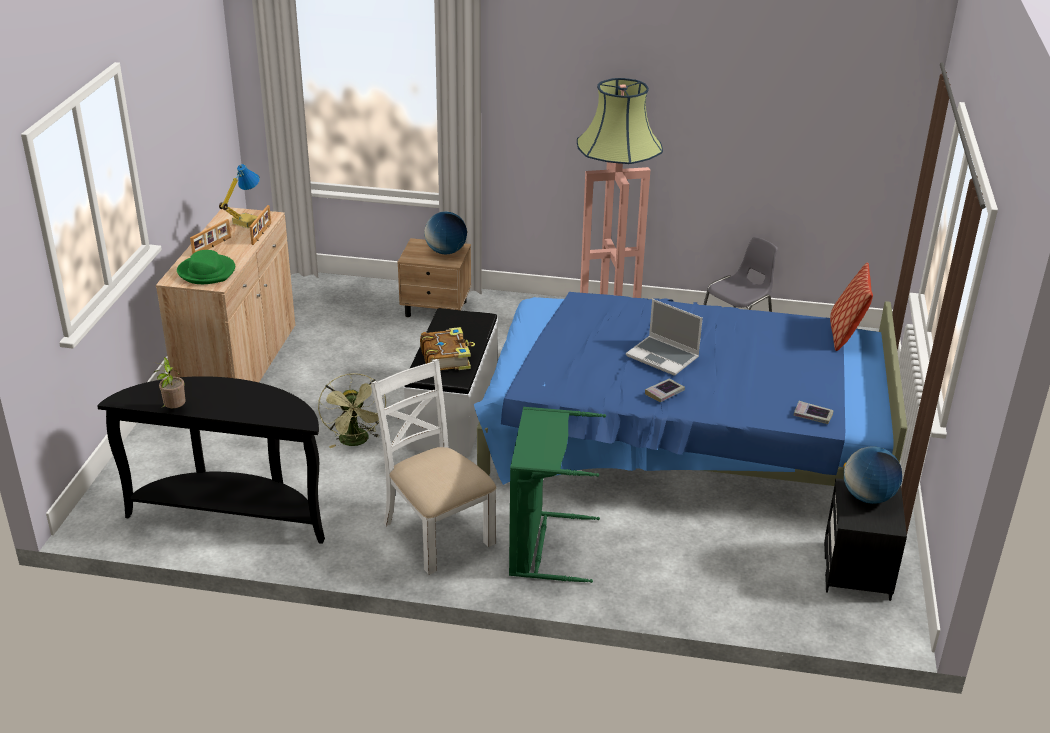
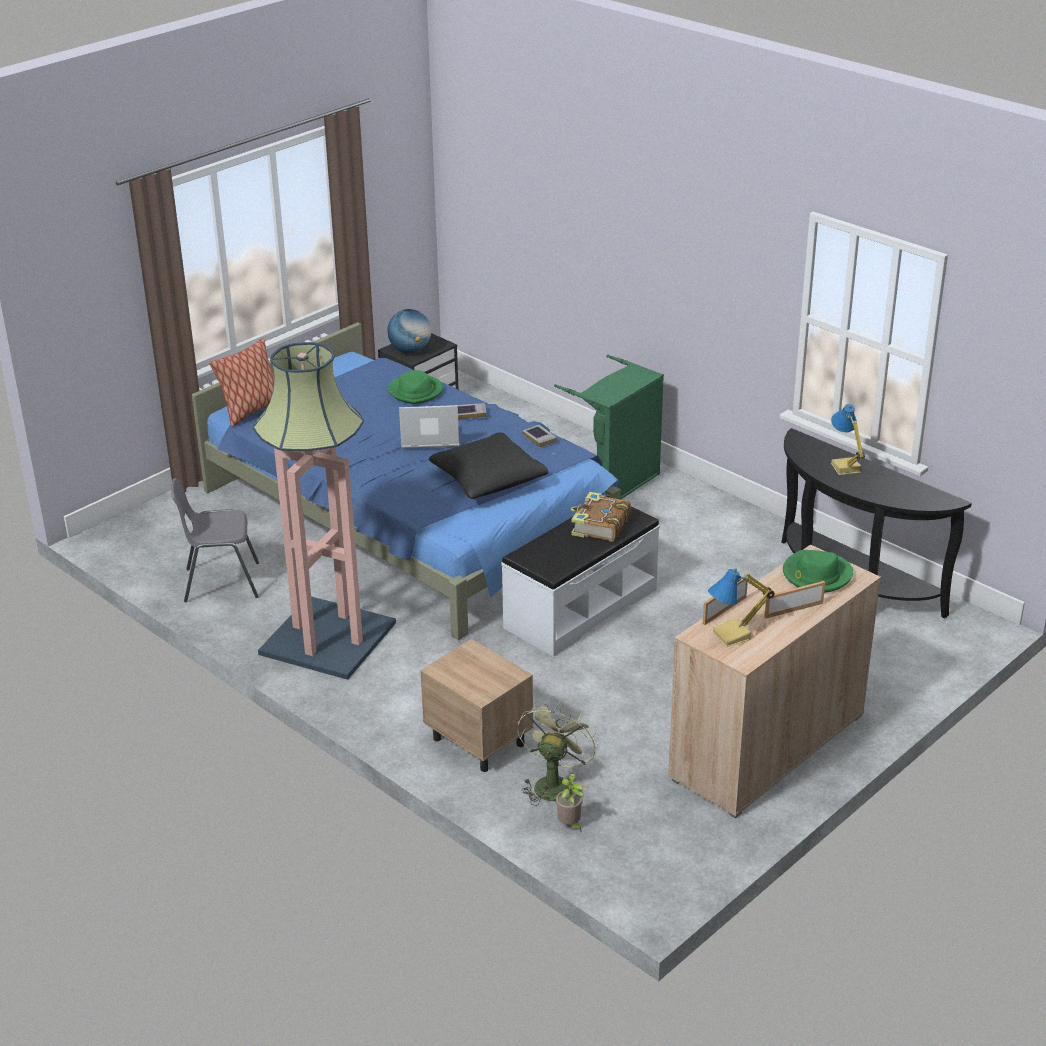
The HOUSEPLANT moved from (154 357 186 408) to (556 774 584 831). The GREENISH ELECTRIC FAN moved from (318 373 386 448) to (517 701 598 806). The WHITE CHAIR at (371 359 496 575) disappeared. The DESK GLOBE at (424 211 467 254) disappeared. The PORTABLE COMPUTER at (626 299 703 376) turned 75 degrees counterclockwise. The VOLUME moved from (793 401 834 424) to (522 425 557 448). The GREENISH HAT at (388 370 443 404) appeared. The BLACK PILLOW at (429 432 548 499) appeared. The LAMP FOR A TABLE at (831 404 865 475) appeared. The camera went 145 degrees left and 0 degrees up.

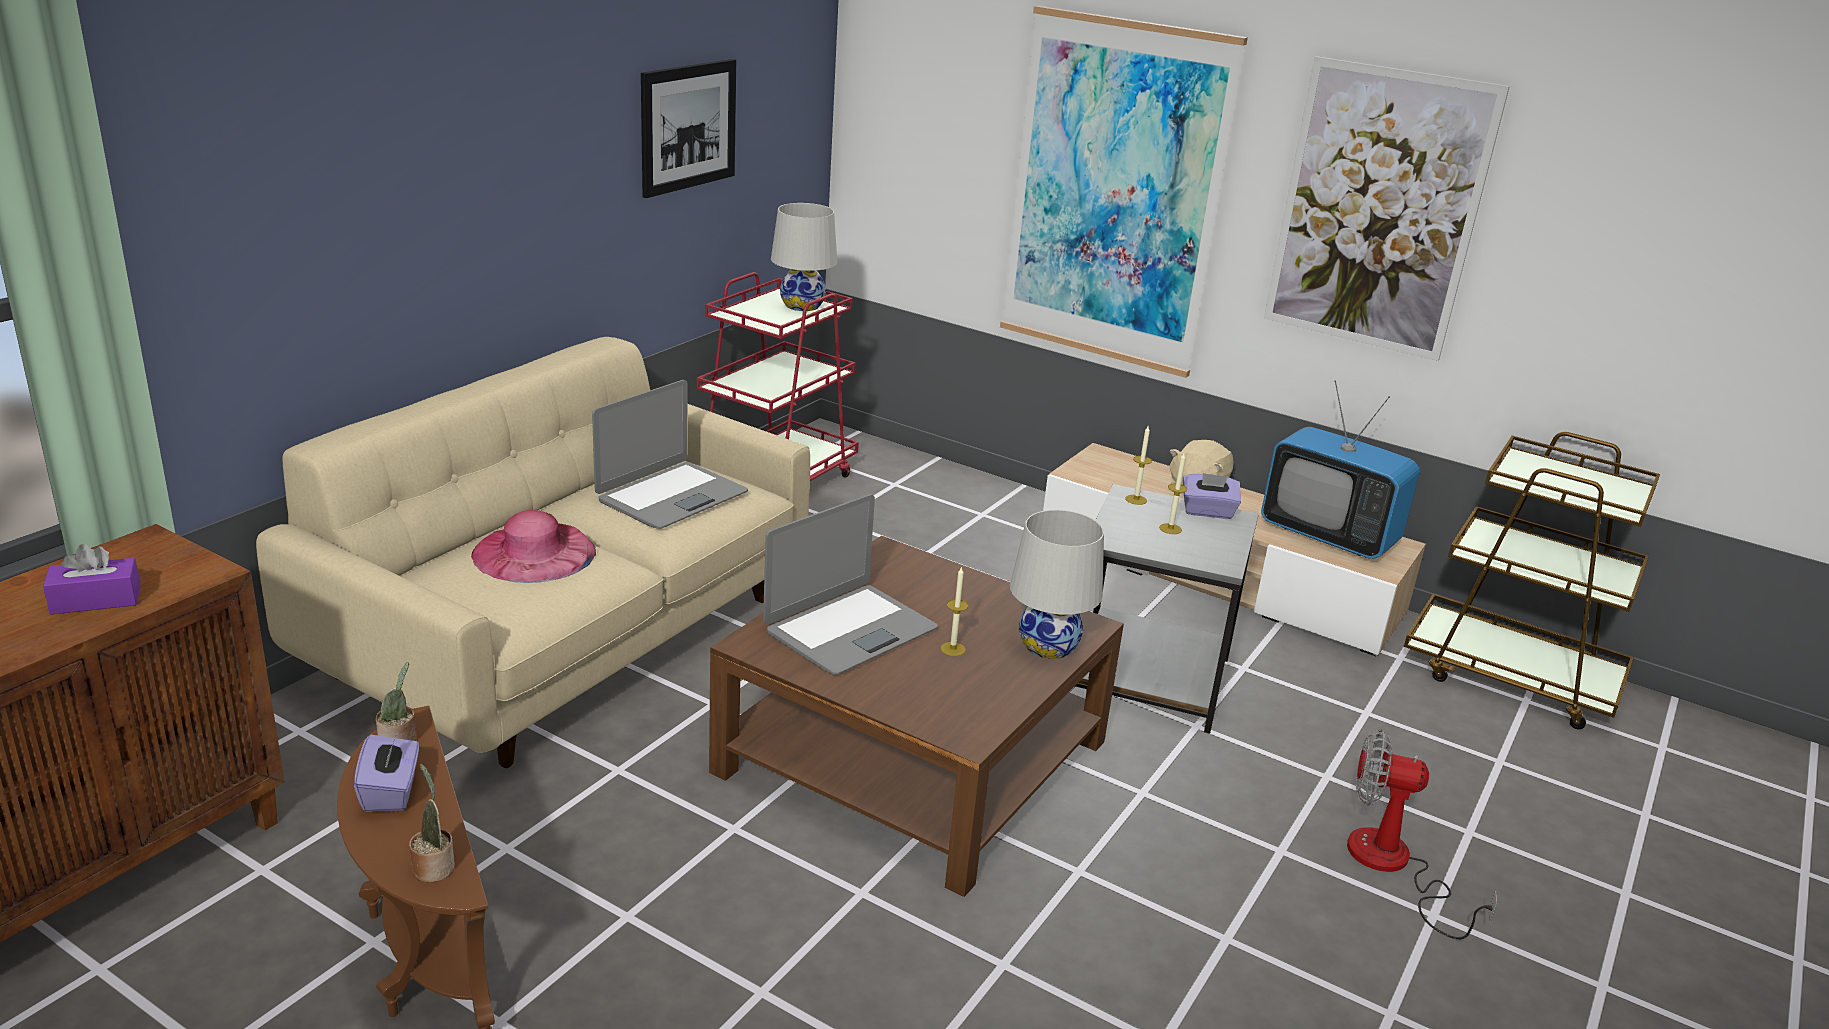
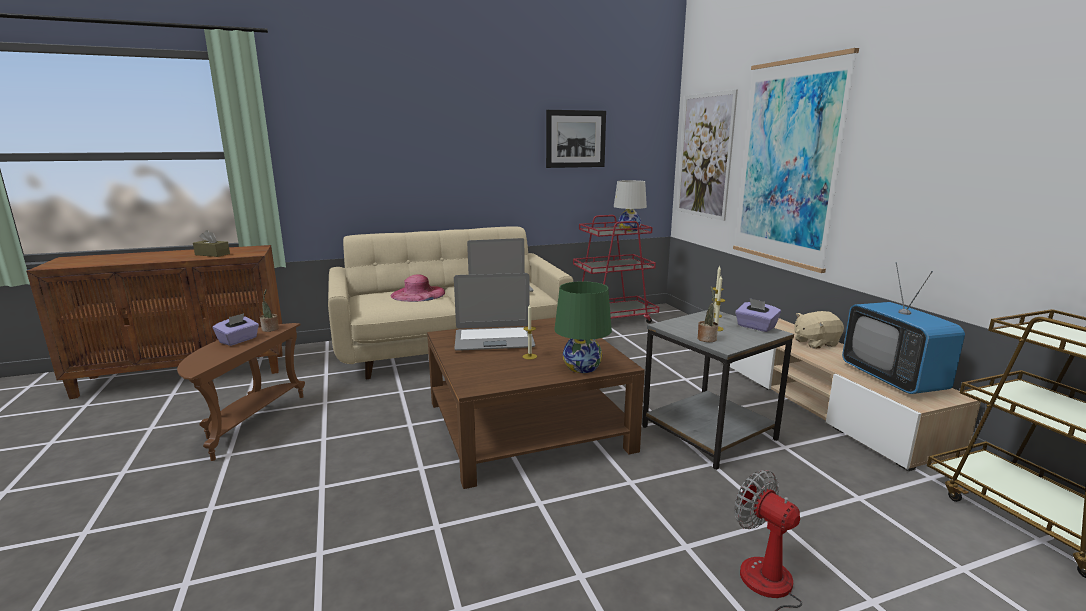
The PURPLISH BOX OF TISSUES at (43 544 141 615) became the BROWN BOX OF TISSUES at (193 230 230 257). The HOUSEPLANT moved from (409 764 455 882) to (697 286 718 342). The WHITE LAMP FOR A TABLE at (1010 510 1104 659) became the GREENISH LAMP FOR A TABLE at (554 281 612 373). The WALL ART moved from (1264 56 1510 361) to (677 90 738 221). The camera went 40 degrees right and 10 degrees down.

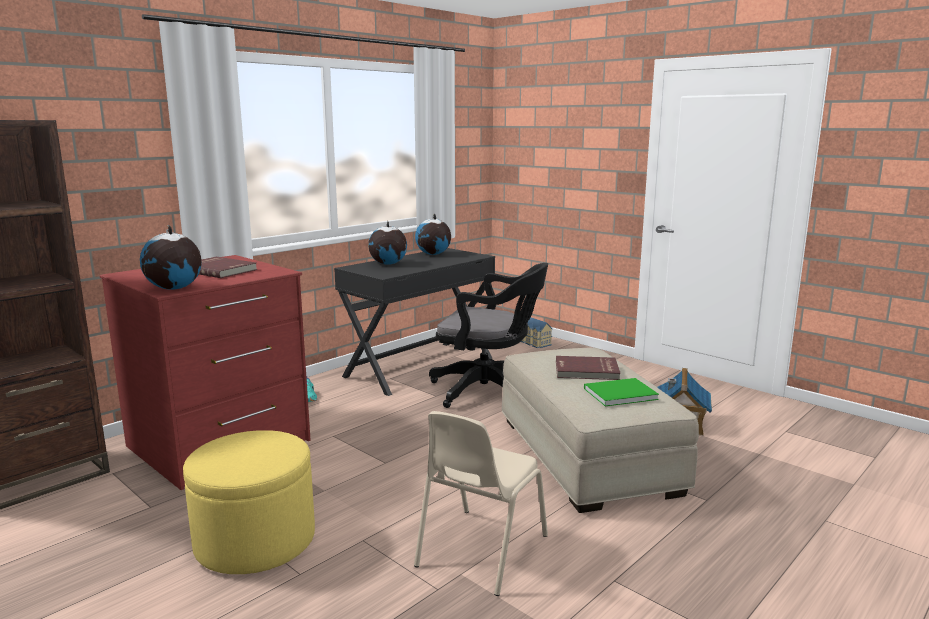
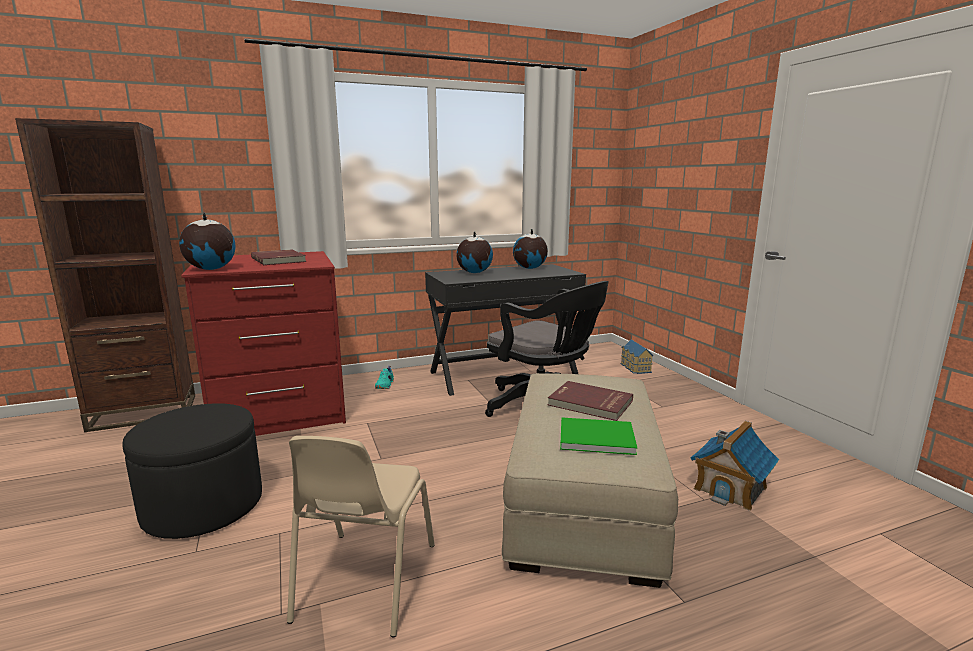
The YELLOW-COLOURED OTTOMAN at (183 430 315 574) became the BLACK OTTOMAN at (122 403 262 539). The BEIGE-COLOURED CHAIR at (414 411 548 596) turned 45 degrees counterclockwise. The camera went 25 degrees right and 0 degrees up.

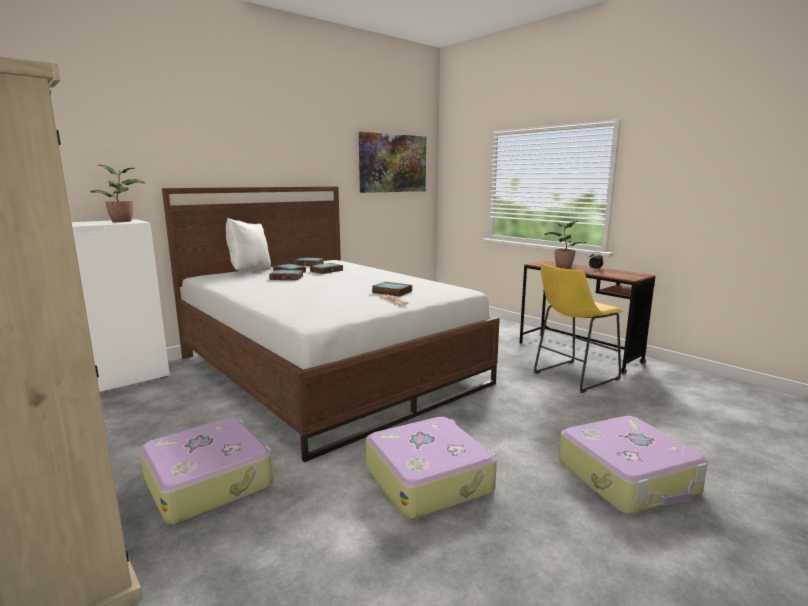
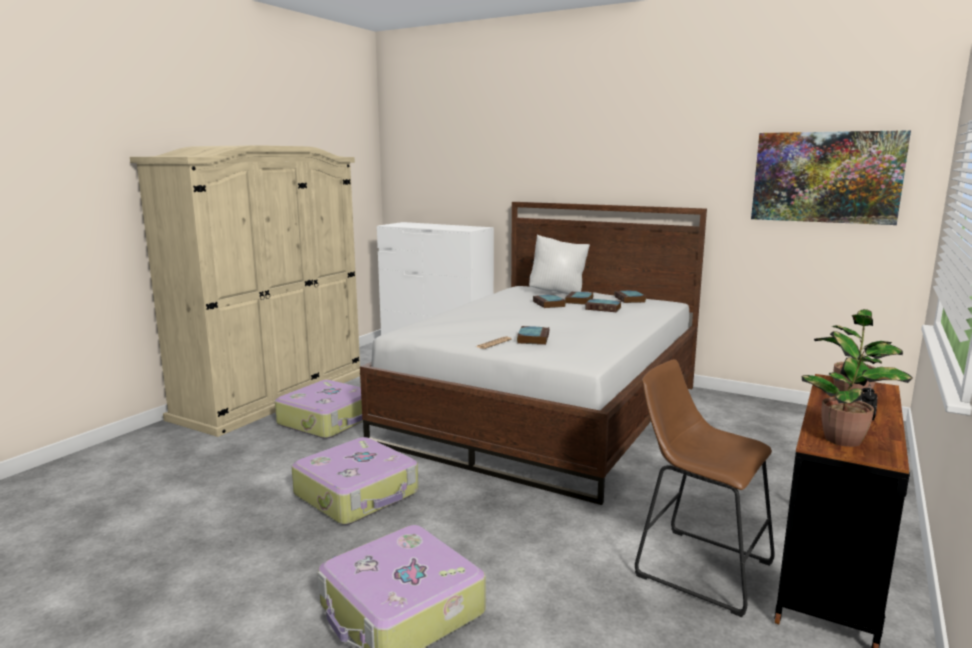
The HOUSEPLANT moved from (90 165 145 222) to (801 331 913 447). The YELLOW-COLOURED SITTING STOOL at (534 264 623 393) became the BROWN SITTING STOOL at (635 359 775 617). The camera went 70 degrees right and 0 degrees up.

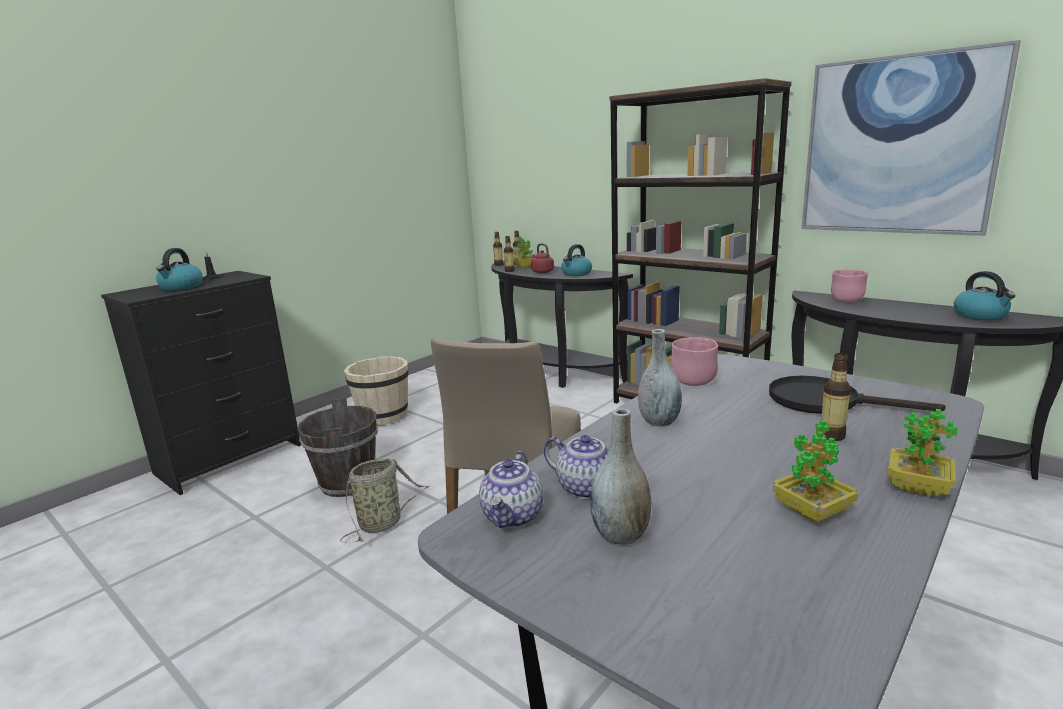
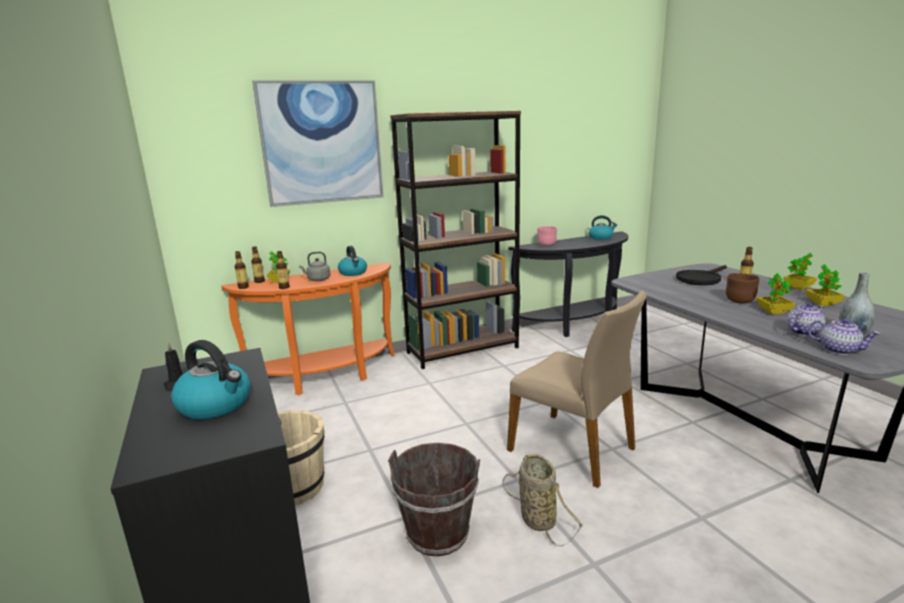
The BLACK HALL TABLE at (491 261 633 388) became the ORANGE-COLOURED HALL TABLE at (221 262 395 395). The REDDISH WATER KETTLE at (531 243 554 273) became the GRAY WATER KETTLE at (299 252 331 281). The GRAY DECORATIVE VASE at (638 329 682 427) disappeared. The PINKISH DEEP DISH at (671 337 718 386) disappeared. The WALL ART moved from (802 40 1021 236) to (252 80 383 207). The BROWN DEEP DISH at (726 273 760 304) appeared. The HOUSEPLANT at (757 273 795 314) appeared. The camera went 65 degrees left and 0 degrees up.

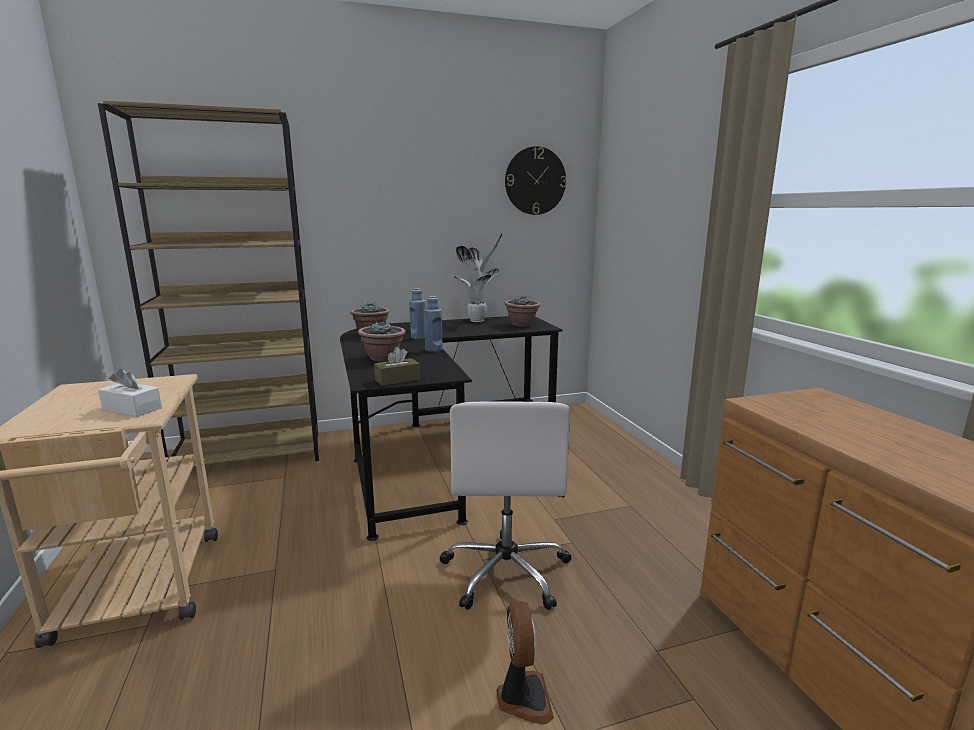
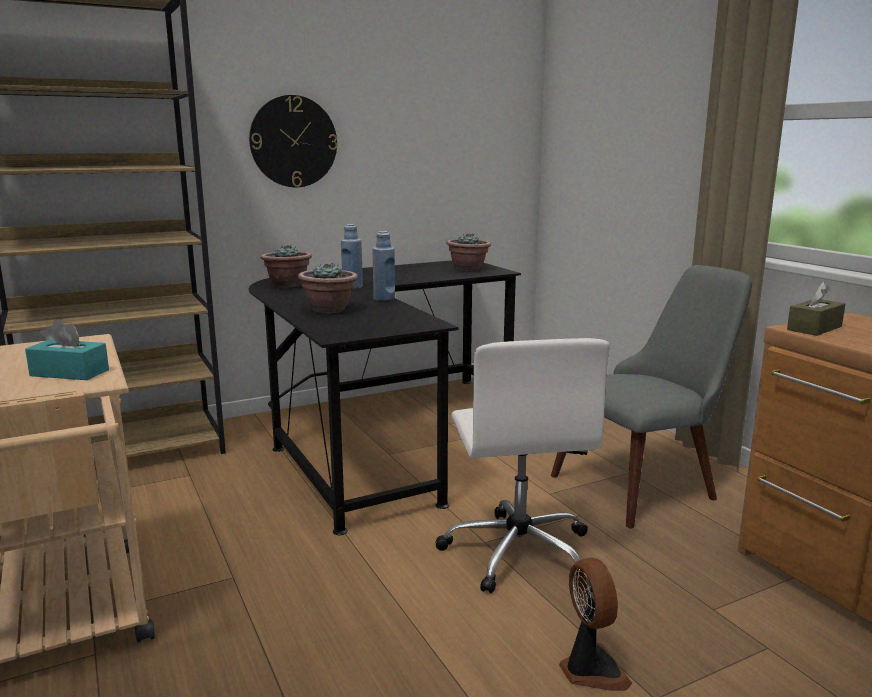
The WHITE BOX OF TISSUES at (98 368 162 417) became the TURQUOISE-COLOURED BOX OF TISSUES at (25 319 109 380). The BROWN BOX OF TISSUES moved from (374 347 420 386) to (787 282 845 336). The HOUSEPLANT at (451 233 502 322) disappeared. The HANGING CLOCK moved from (505 146 566 215) to (249 95 337 187). The GRAY CHAIR at (551 265 752 529) appeared. The camera went 10 degrees left and 0 degrees up.

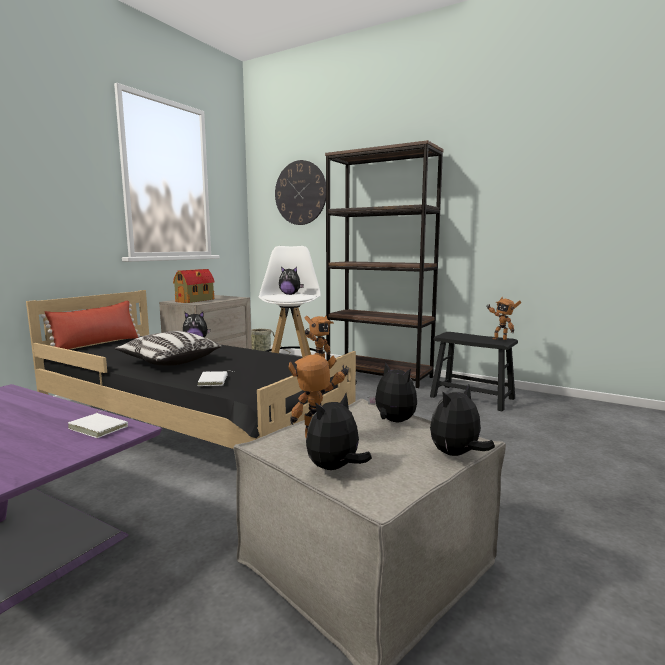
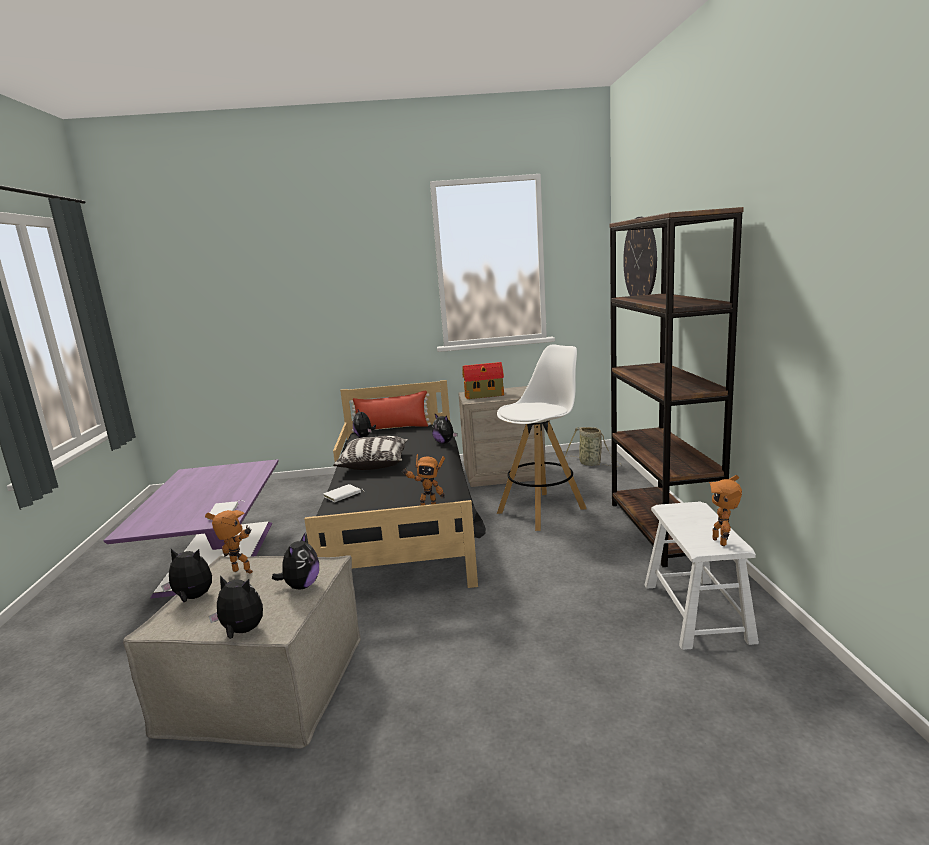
The CUDDLY TOY moved from (279 267 304 295) to (353 409 376 438). The BLACK SITTING STOOL at (430 332 518 411) became the WHITE SITTING STOOL at (645 502 759 650). The camera went 55 degrees right and 5 degrees up.

